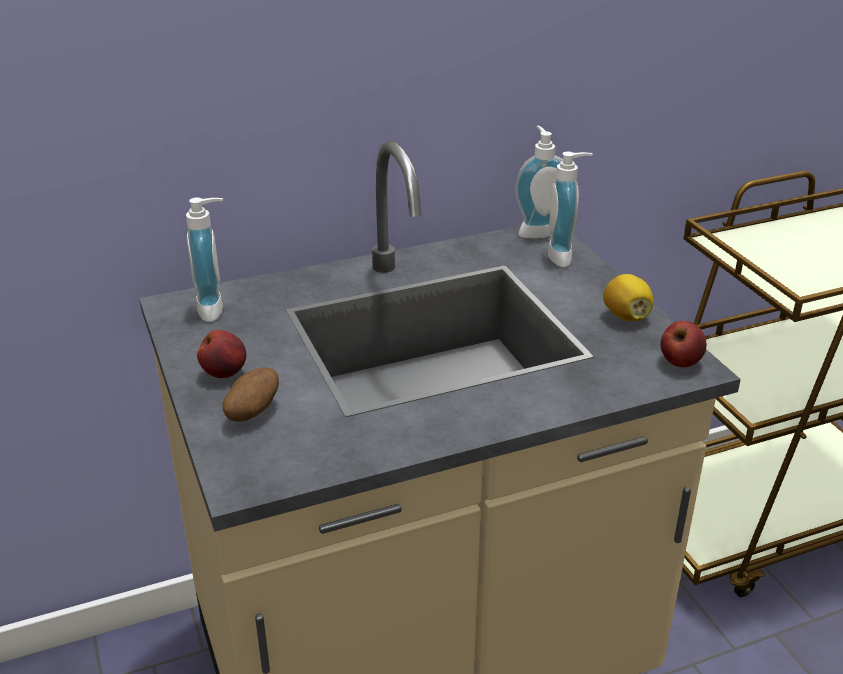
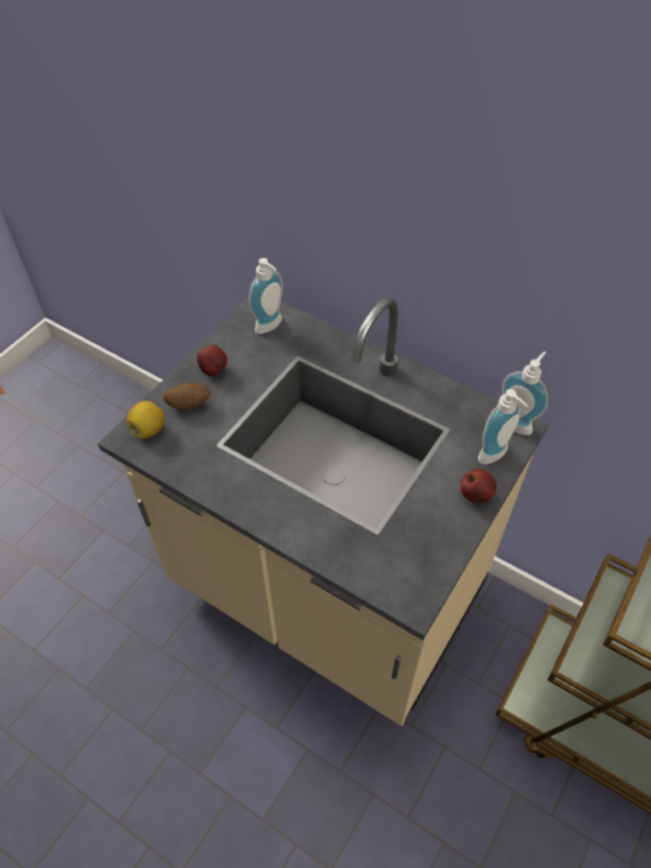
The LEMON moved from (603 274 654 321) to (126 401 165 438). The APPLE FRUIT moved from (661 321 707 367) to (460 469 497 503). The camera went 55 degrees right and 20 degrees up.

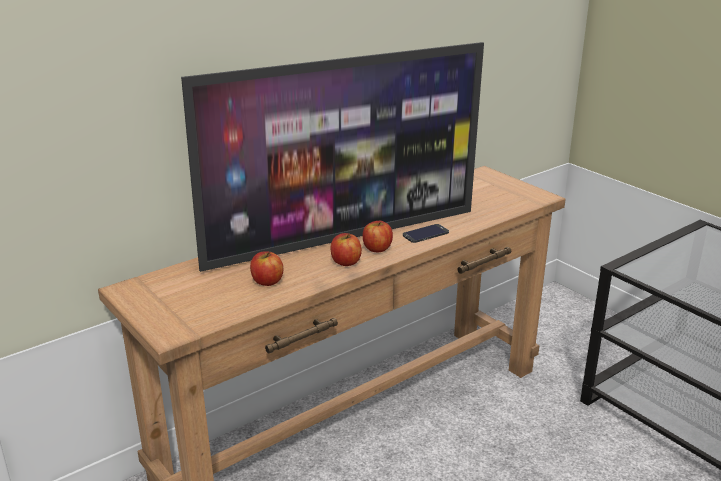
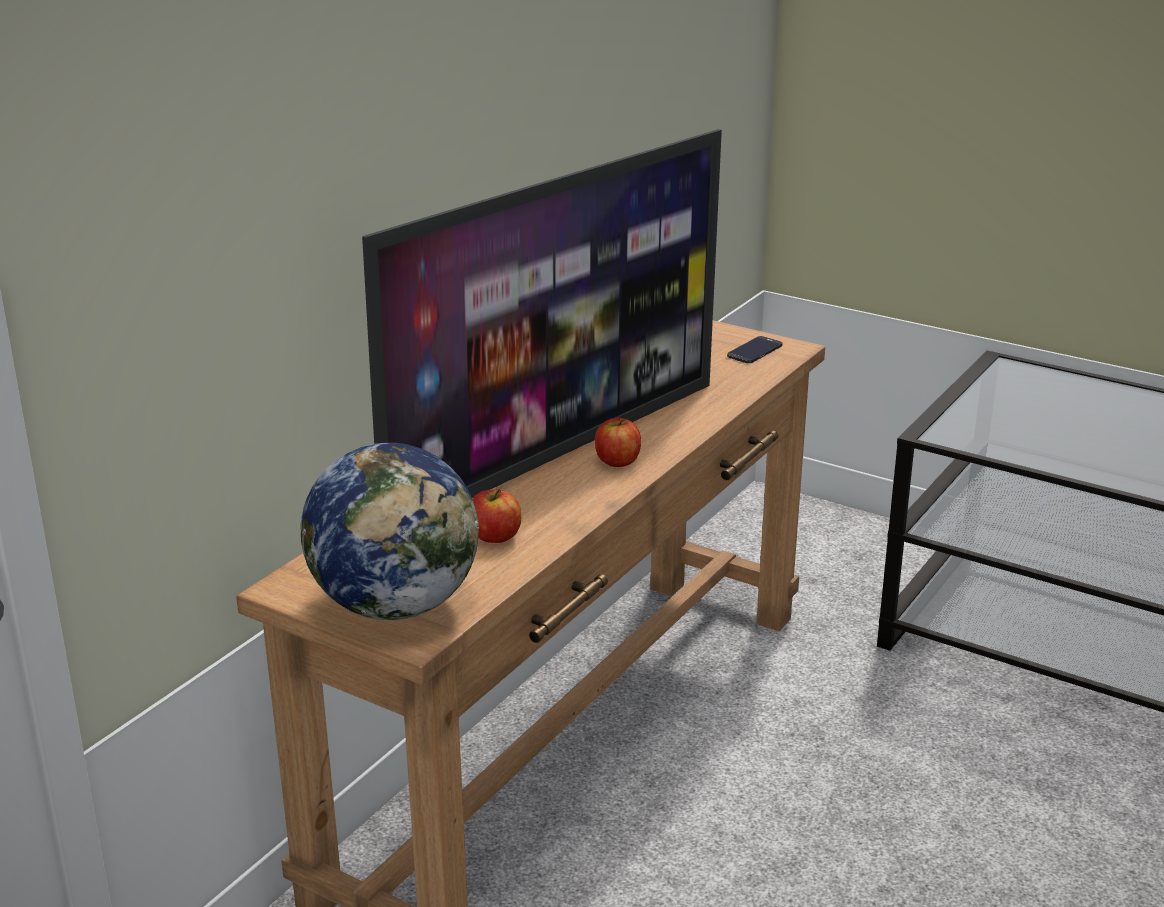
The APPLE FRUIT at (331 233 362 266) disappeared. The HANDSET moved from (403 224 449 243) to (727 336 782 363). The DESK GLOBE at (301 443 479 620) appeared. The camera went 20 degrees left and 0 degrees up.

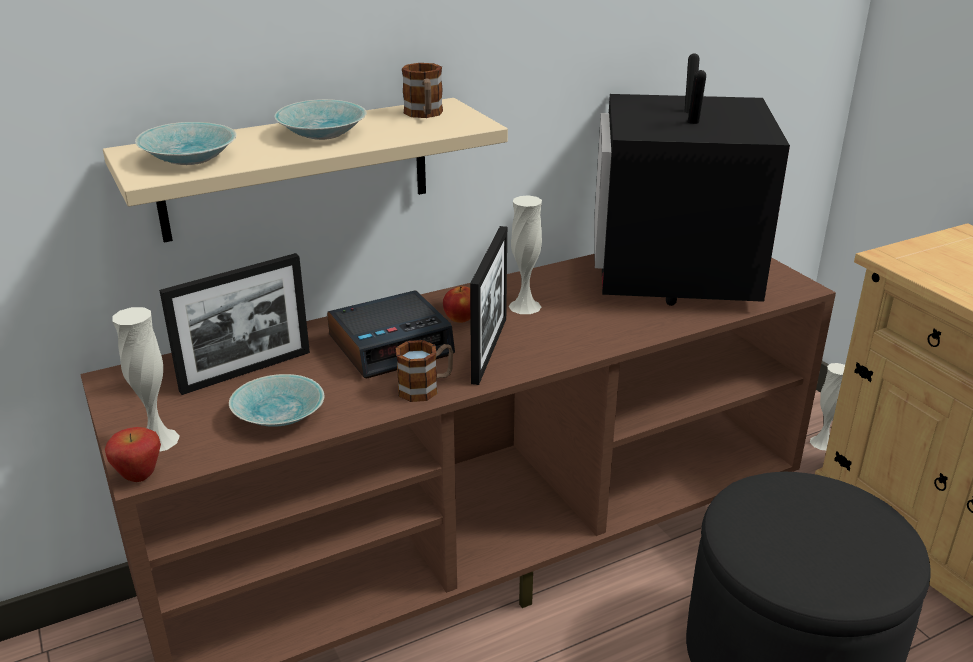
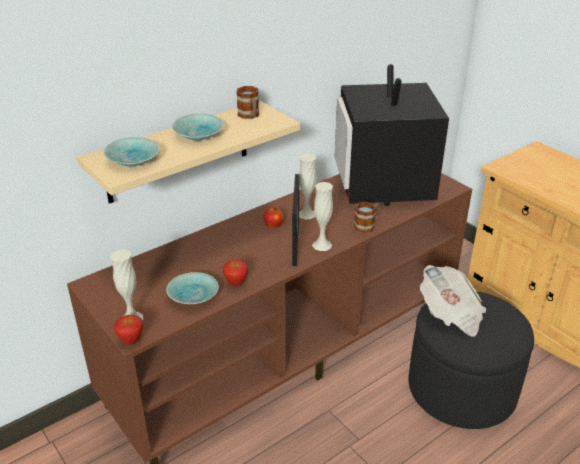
The STANDING FRAME at (159 253 310 395) disappeared. The BEDSIDE CLOCK at (327 290 455 378) disappeared. The COFFEE MUG moved from (396 340 453 402) to (354 202 380 233). The WHITE DECORATIVE VASE moved from (810 363 845 450) to (312 182 333 251). The APPLE FRUIT at (223 260 248 286) appeared. The NEWSPAPER at (420 265 486 337) appeared. The camera went 10 degrees left and 5 degrees up.

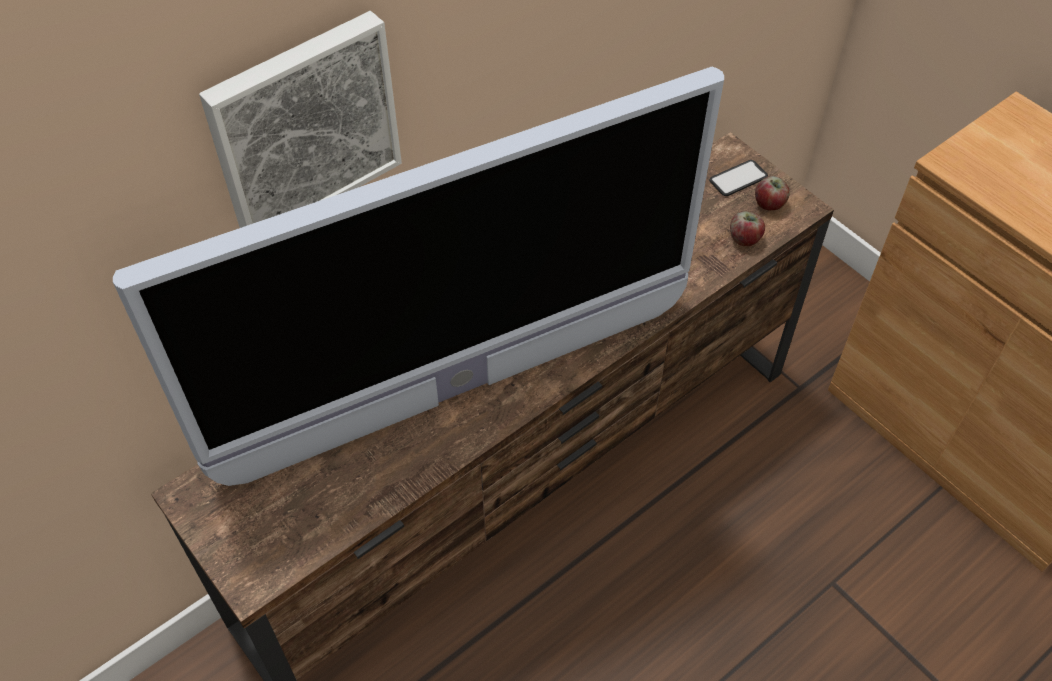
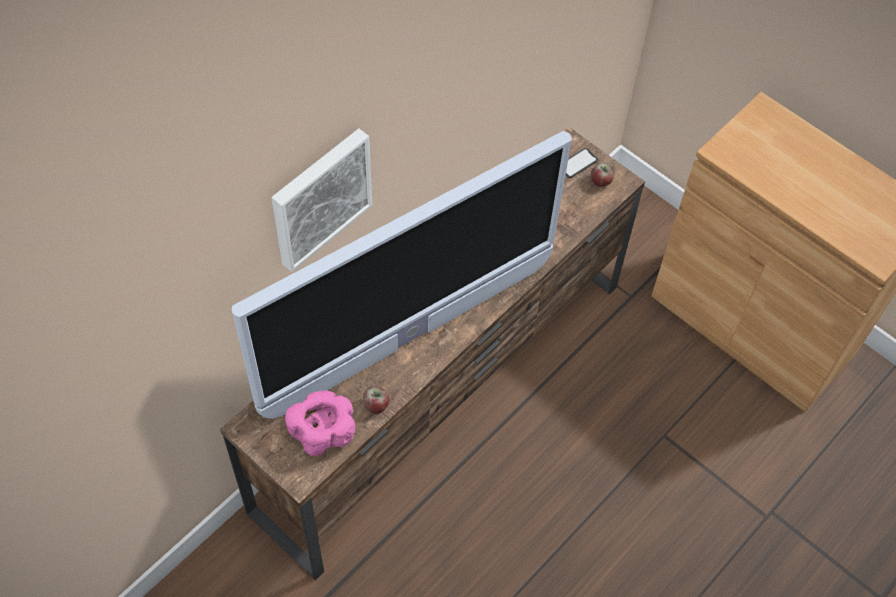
The APPLE FRUIT moved from (730 211 765 246) to (363 386 389 414). The PINKISH DEEP DISH at (285 390 355 456) appeared. The camera went 10 degrees left and 5 degrees up.

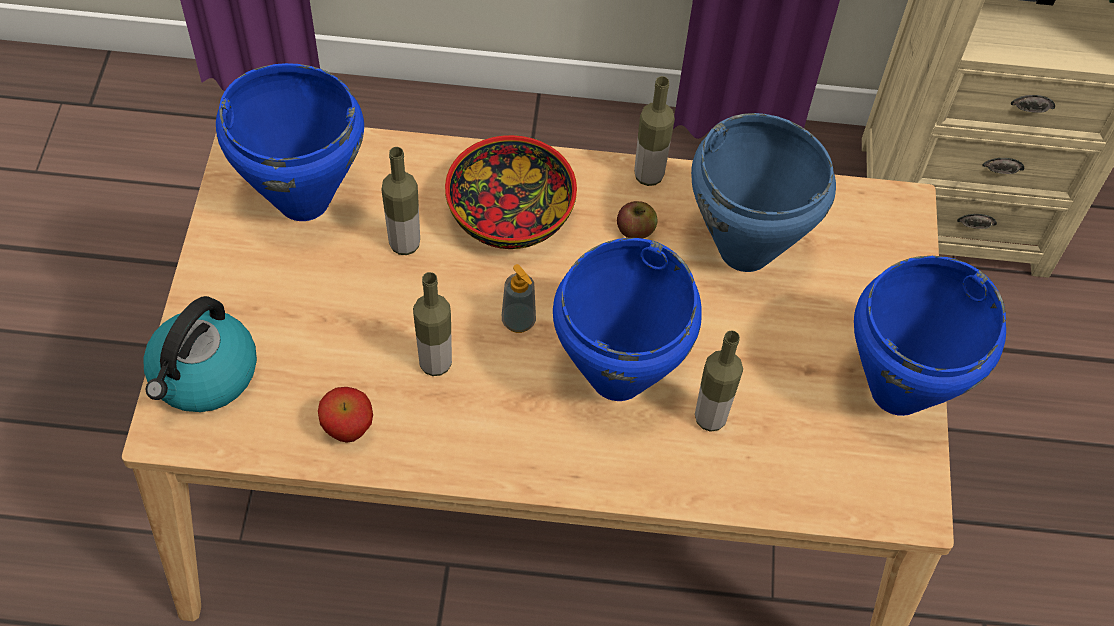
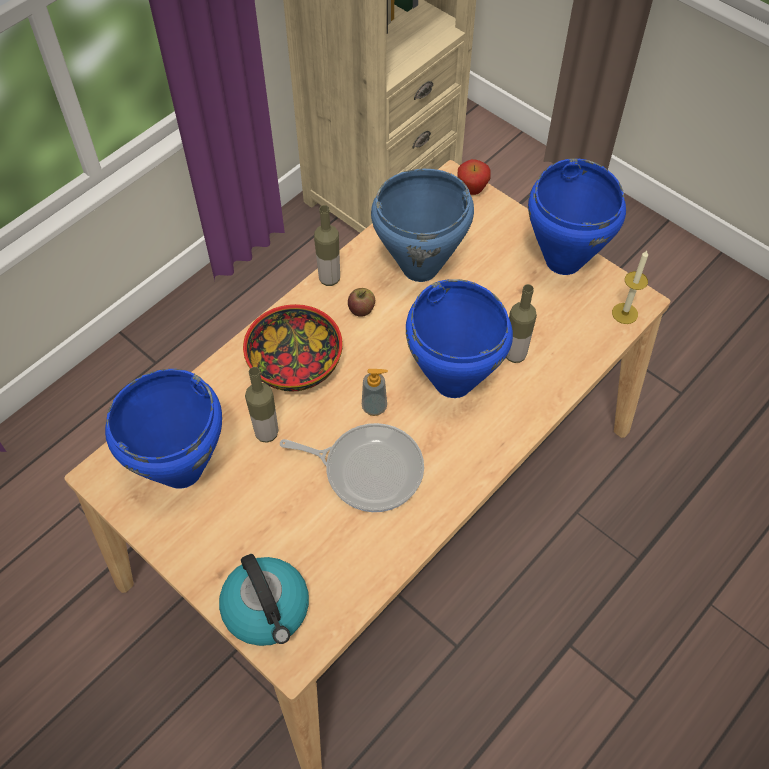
The APPLE FRUIT moved from (318 387 373 443) to (457 159 490 195). The BEVERAGE BOTTLE at (413 272 452 376) was replaced by the SKILLET at (280 423 424 512). The WAX CANDLE at (612 250 648 324) appeared. The camera went 50 degrees left and 0 degrees up.

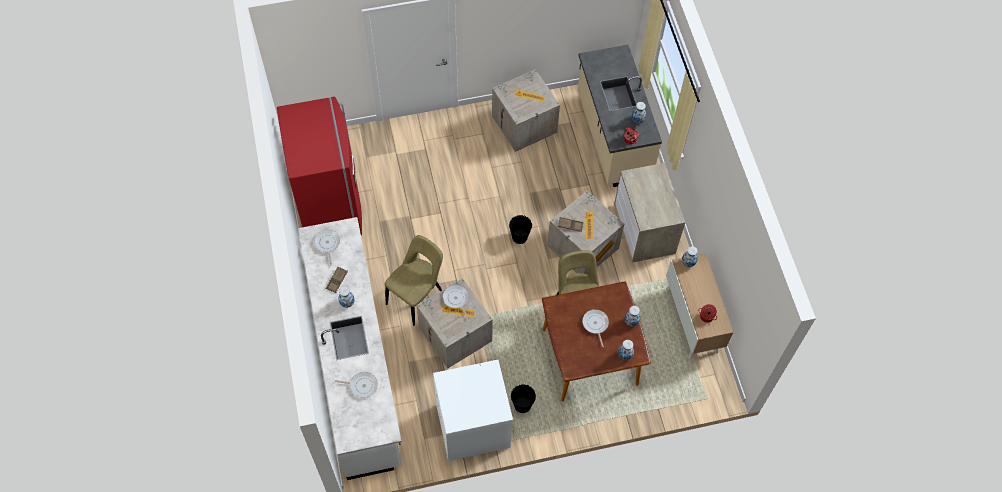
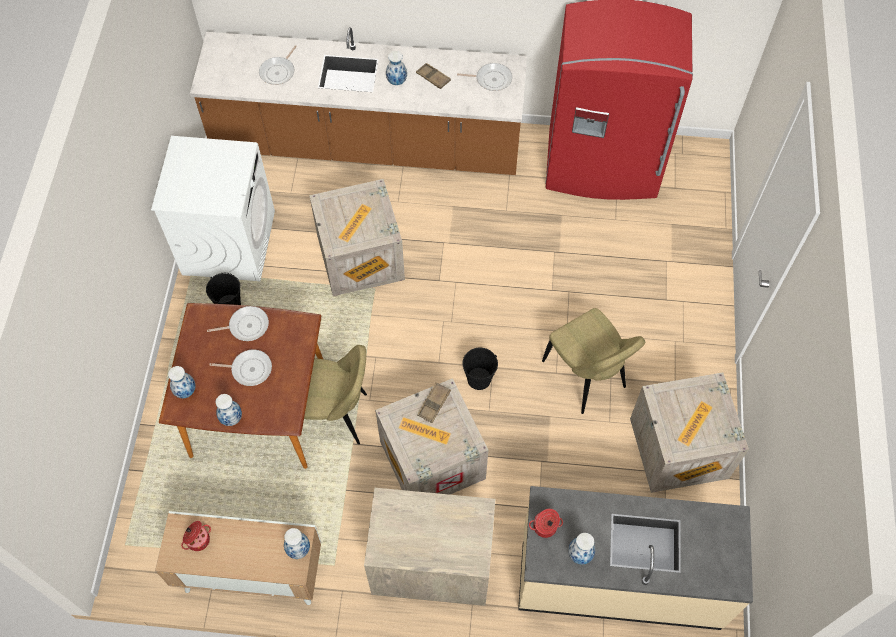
The WHITE KITCHEN COUNTER at (299 217 402 480) became the BROWN KITCHEN COUNTER at (190 27 527 175). The BEIGE-COLOURED CHAIR moved from (385 235 443 326) to (542 308 645 414). The SKILLET moved from (443 285 469 319) to (207 306 269 341). The camera went 110 degrees right and 0 degrees up.

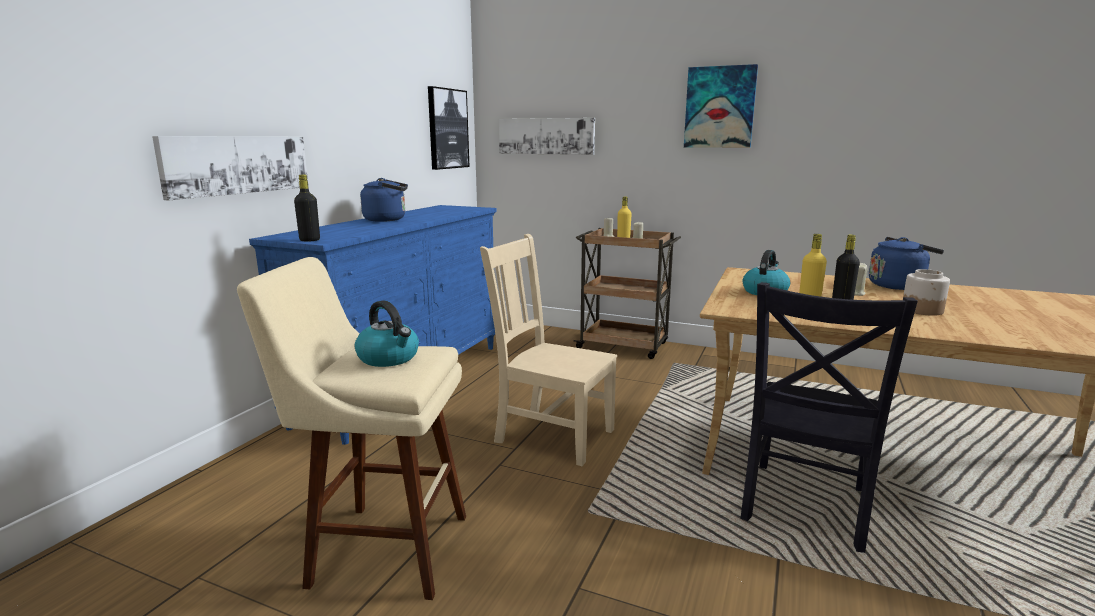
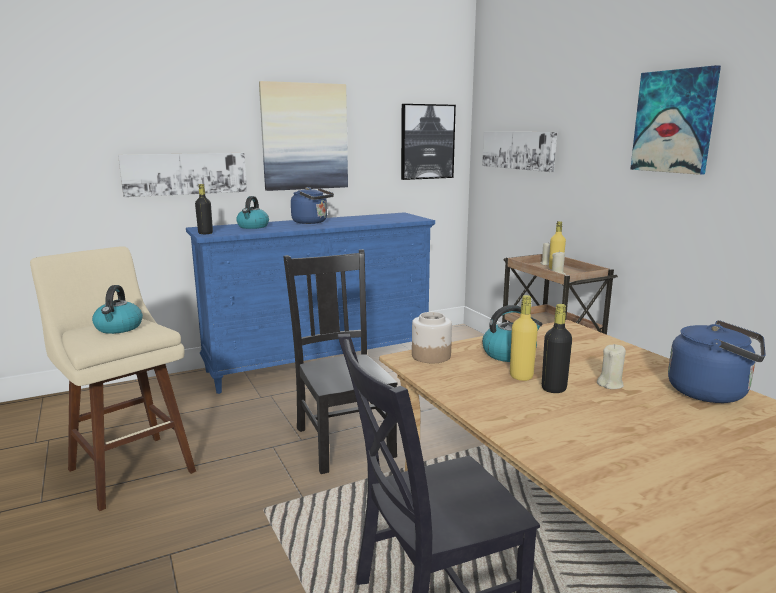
The BEIGE-COLOURED CHAIR at (480 234 617 466) became the BLACK CHAIR at (283 249 398 474). The STORAGE JAR moved from (903 269 950 316) to (412 312 452 363). The WATER KETTLE at (236 196 269 229) appeared. The WALL ART at (259 81 348 191) appeared. The camera went 40 degrees right and 0 degrees up.

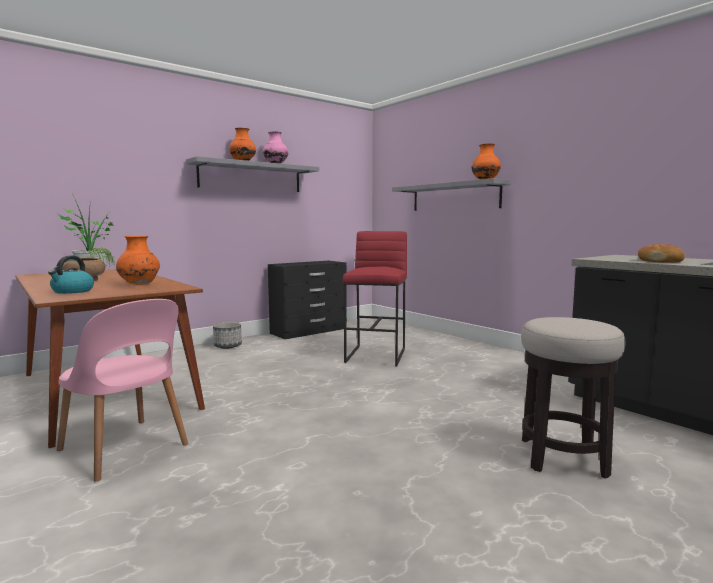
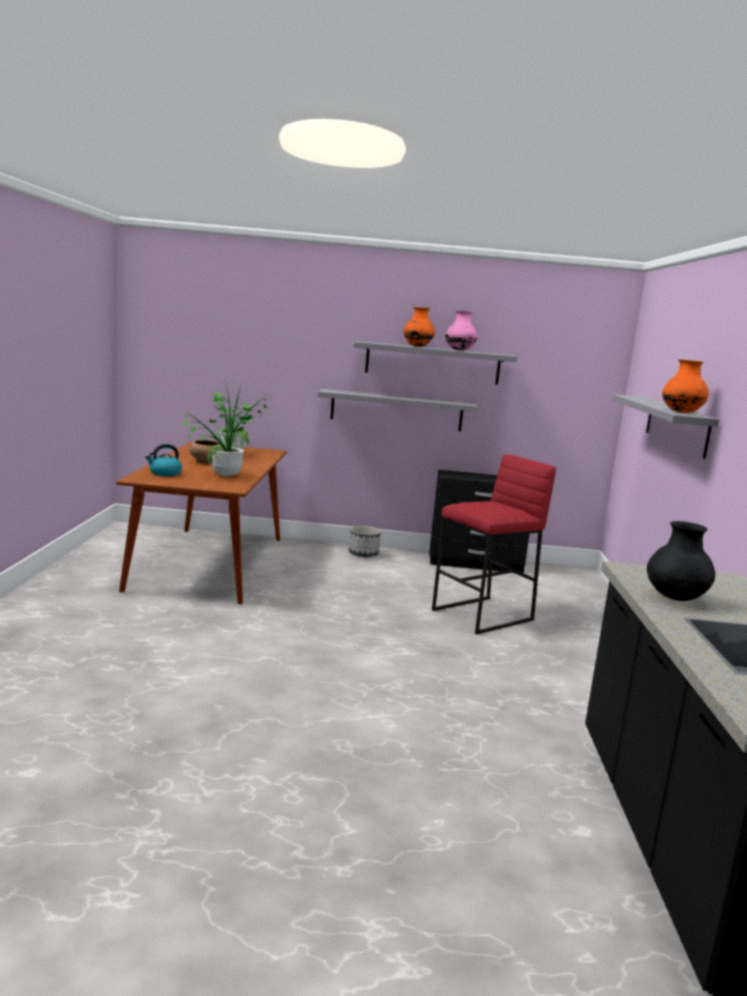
The PINKISH CHAIR at (57 299 188 482) disappeared. The ORANGE-COLOURED DECORATIVE VASE at (116 236 160 285) was replaced by the HOUSEPLANT at (182 390 253 476). The SITTING STOOL at (521 317 625 479) disappeared. The BREAD at (638 244 685 263) was replaced by the BLACK DECORATIVE VASE at (647 521 715 601). The GRAY SHELF at (318 389 478 431) appeared. The camera went 40 degrees right and 5 degrees up.

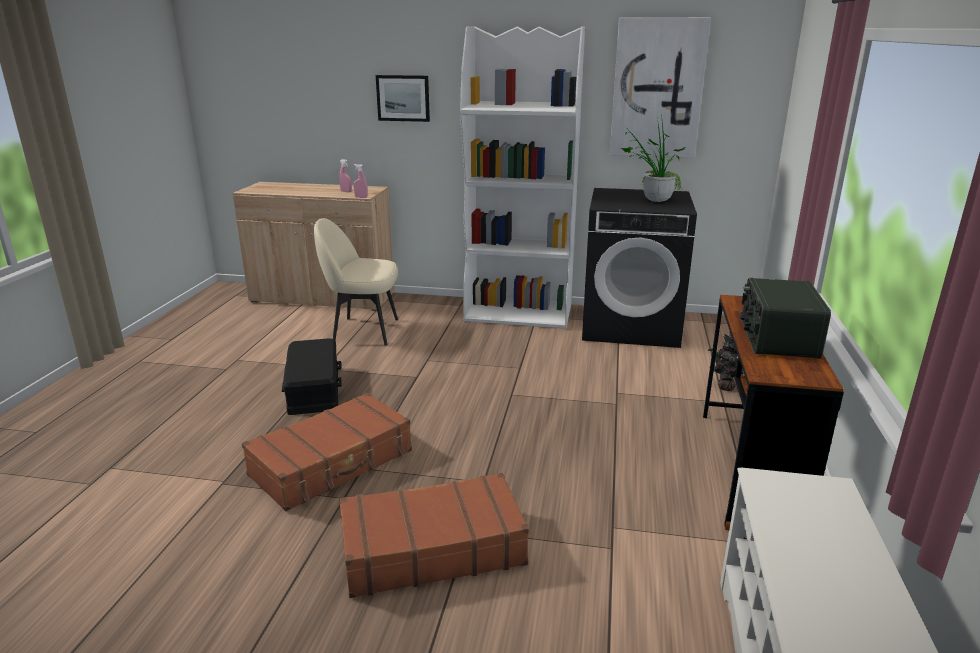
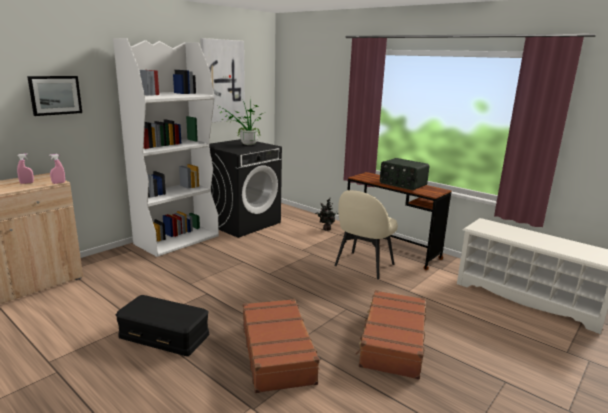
The BEIGE-COLOURED CHAIR moved from (314 218 398 346) to (335 190 398 279). The camera went 60 degrees left and 5 degrees down.

